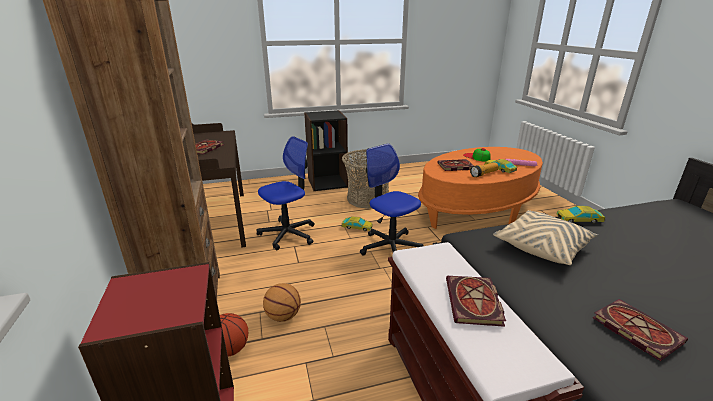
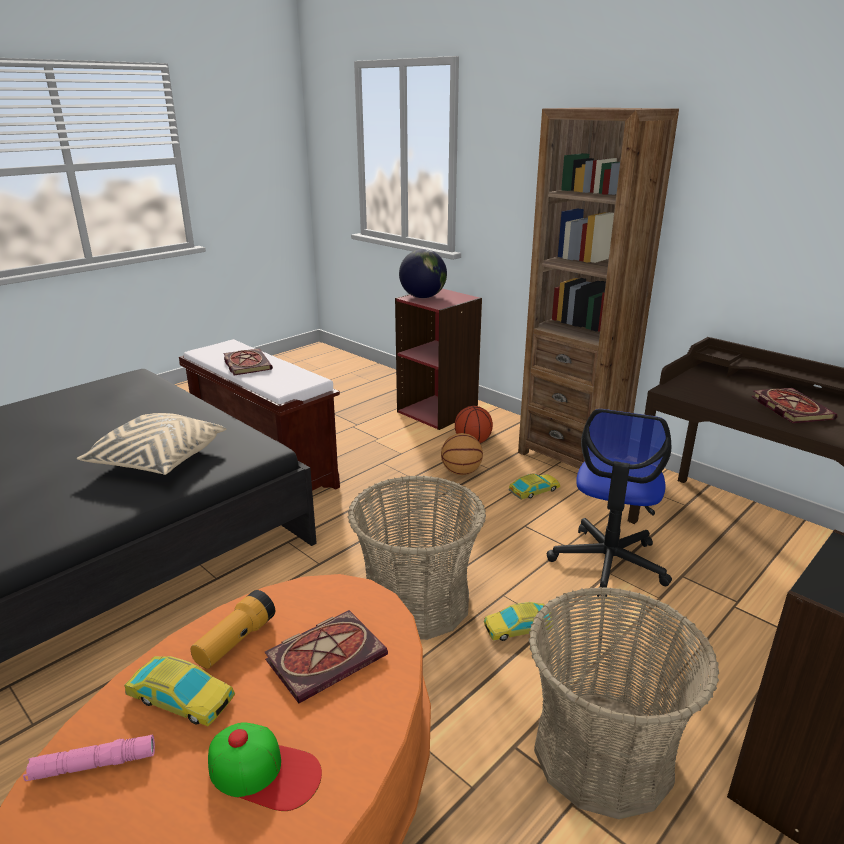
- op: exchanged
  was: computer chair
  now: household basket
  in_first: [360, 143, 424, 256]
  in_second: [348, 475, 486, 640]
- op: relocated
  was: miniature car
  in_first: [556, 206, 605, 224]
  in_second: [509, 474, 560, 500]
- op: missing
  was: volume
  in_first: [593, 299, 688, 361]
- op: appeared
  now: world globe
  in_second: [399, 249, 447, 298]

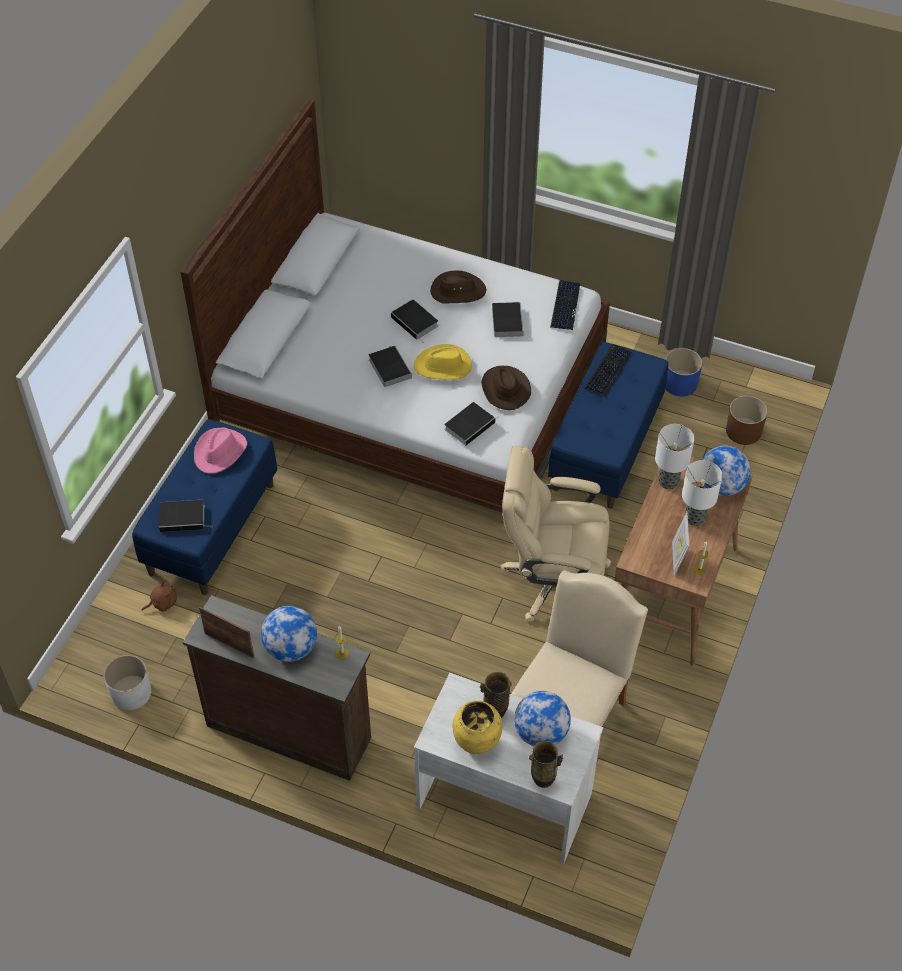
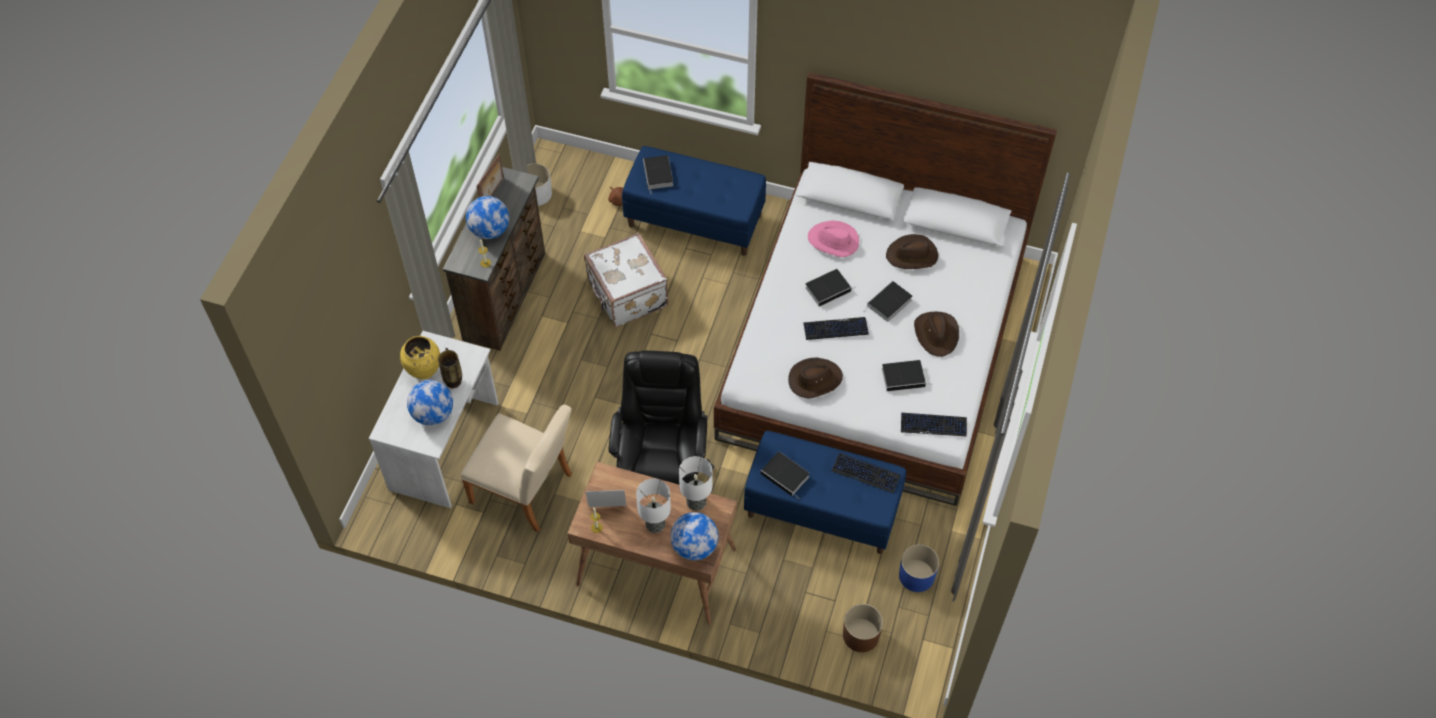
- op: exchanged
  was: hat (yellowish)
  now: computer keyboard
  in_first: [414, 344, 472, 380]
  in_second: [803, 317, 869, 340]
- op: relocated
  was: volume
  in_first: [444, 402, 499, 446]
  in_second: [761, 451, 810, 499]
- op: relocated
  was: hat (pink-coloured)
  in_first: [194, 428, 247, 474]
  in_second: [808, 220, 859, 257]
- op: colour
  was: computer chair (beige)
  now: computer chair (black-coloured)
  in_first: [500, 446, 611, 622]
  in_second: [608, 351, 714, 484]
- op: missing
  was: decorative vase
  in_first: [529, 741, 563, 788]
- op: appeared
  now: suitcase (white-coloured)
  in_second: [584, 233, 668, 327]
- op: appeared
  now: hat (brown)
  in_second: [886, 234, 938, 269]

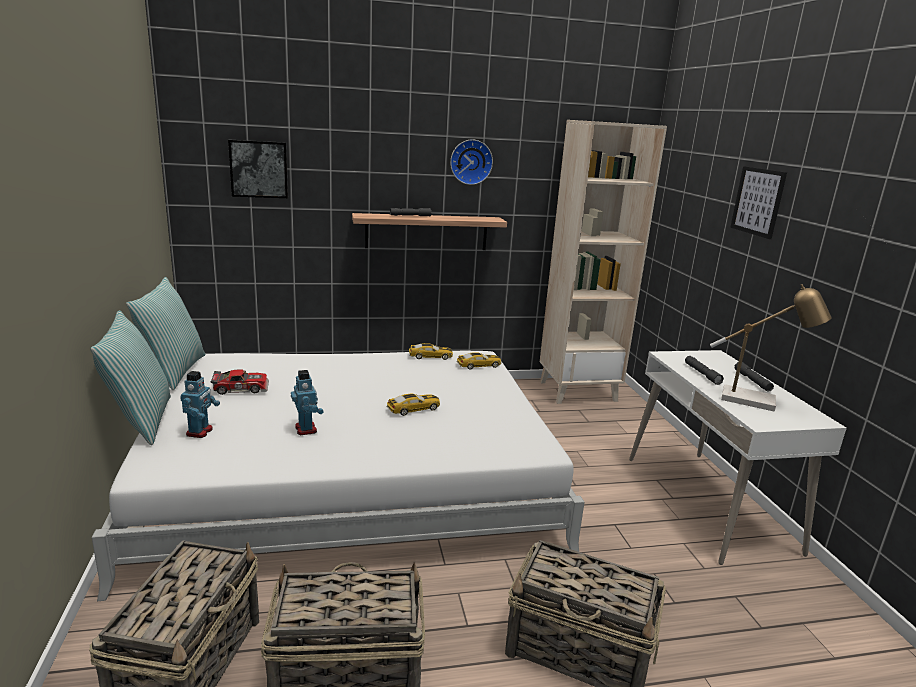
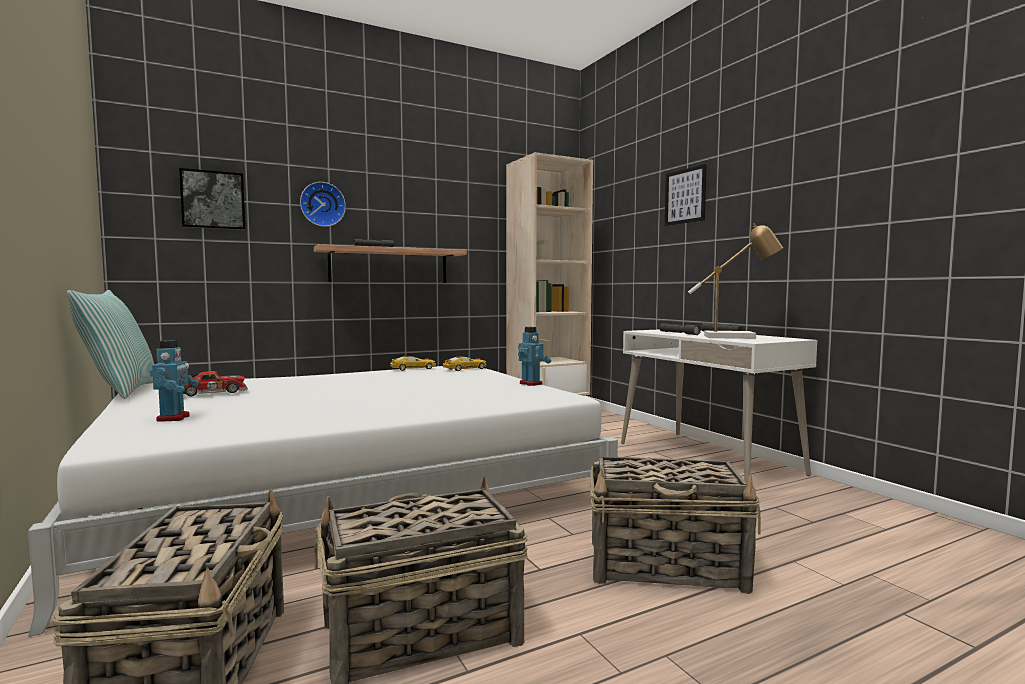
- op: relocated
  was: wall clock
  in_first: [450, 140, 493, 185]
  in_second: [300, 182, 346, 227]
- op: missing
  was: cushion
  in_first: [90, 310, 171, 445]
- op: relocated
  was: toy robot
  in_first: [291, 370, 324, 435]
  in_second: [518, 327, 551, 386]
- op: missing
  was: miniature car
  in_first: [387, 394, 440, 416]

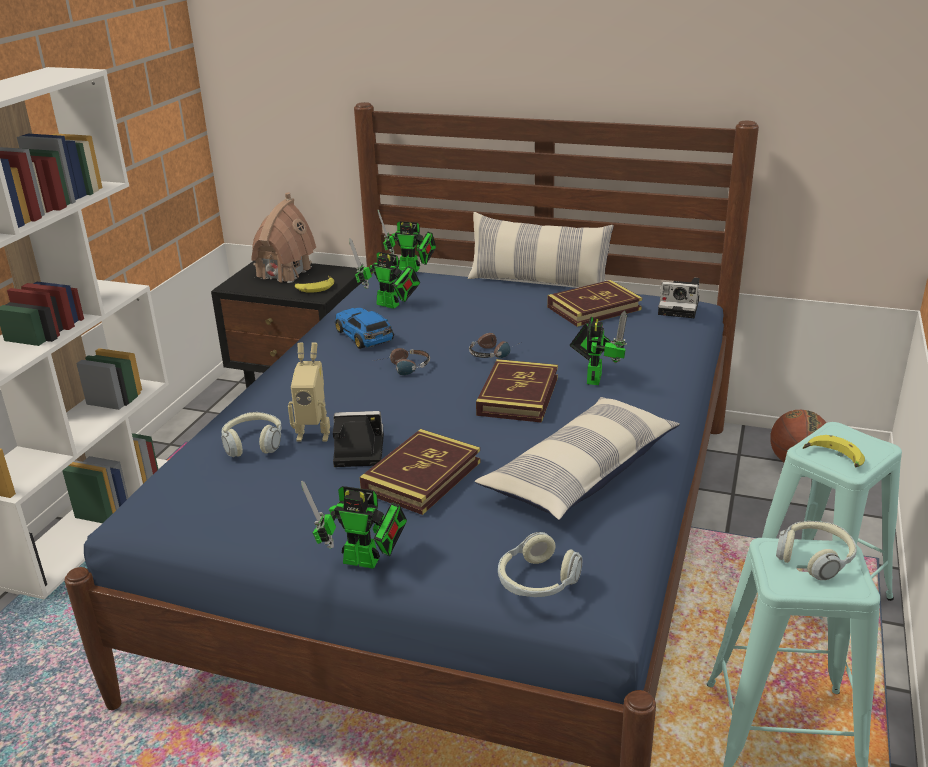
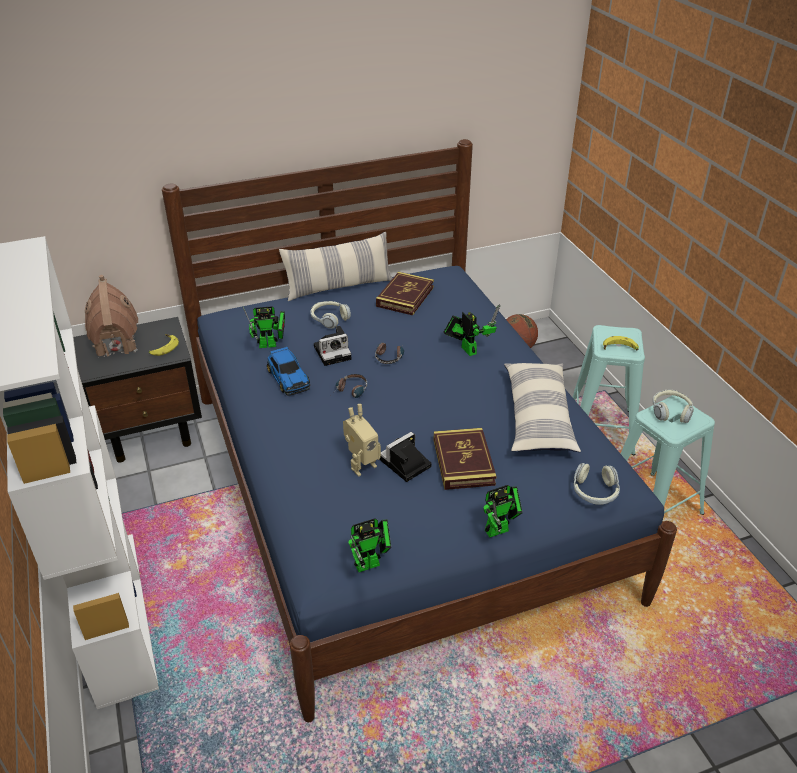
- op: relocated
  was: toy robot
  in_first: [377, 209, 436, 272]
  in_second: [348, 518, 391, 572]
- op: relocated
  was: still camera
  in_first: [658, 278, 700, 318]
  in_second: [314, 326, 351, 366]
- op: spun
  was: miniature car
  in_first: [335, 308, 394, 349]
  in_second: [267, 347, 310, 396]
  clockwise: -135
- op: missing
  was: volume
  in_first: [476, 359, 558, 423]
- op: relocated
  was: headphones
  in_first: [221, 412, 282, 457]
  in_second: [310, 301, 351, 329]

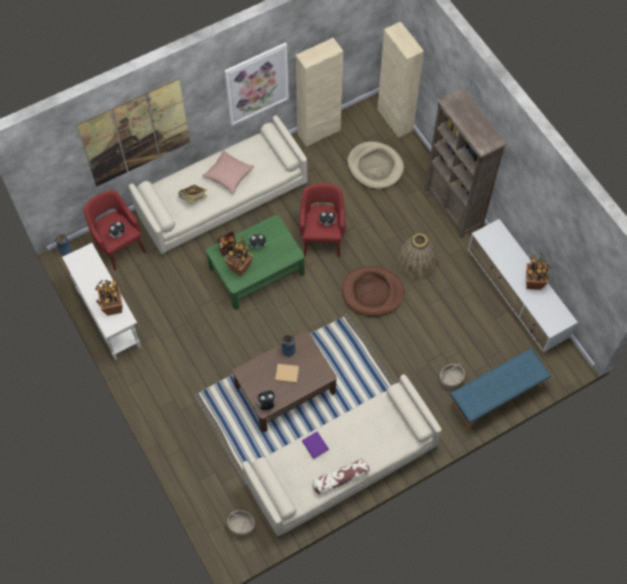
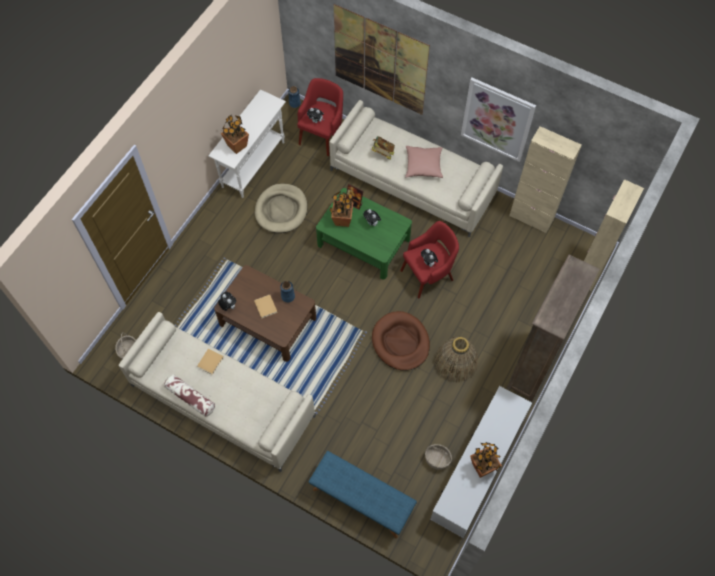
- op: relocated
  was: dog cushion (beige)
  in_first: [347, 141, 404, 189]
  in_second: [255, 183, 307, 233]
- op: relocated
  was: household basket
  in_first: [440, 363, 465, 389]
  in_second: [425, 444, 452, 470]
- op: colour
  was: volume (purplish)
  now: volume (beige)
  in_first: [302, 431, 329, 459]
  in_second: [197, 348, 224, 375]

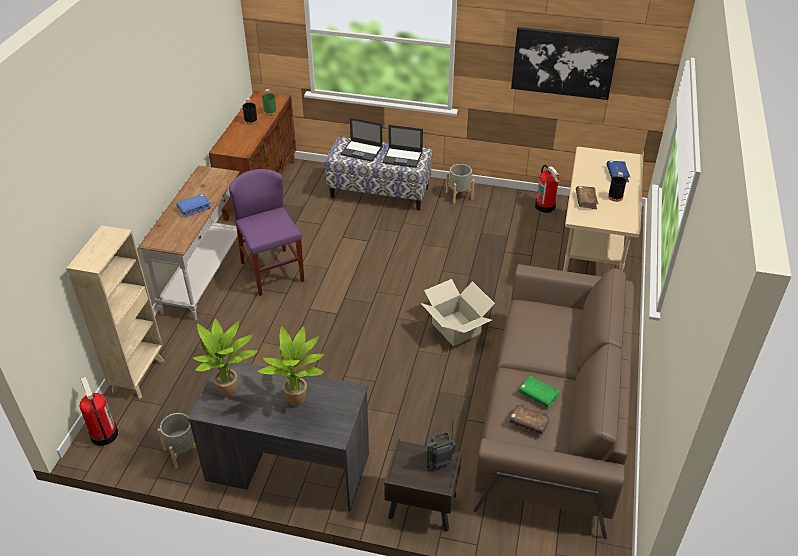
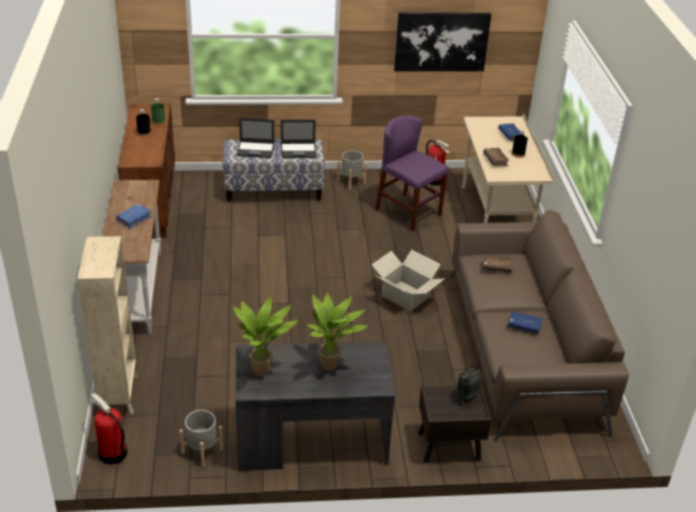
- op: relocated
  was: chair (purplish)
  in_first: [229, 169, 304, 296]
  in_second: [375, 115, 449, 231]
- op: colour
  was: volume (greenish)
  now: volume (bluish)
  in_first: [519, 375, 560, 408]
  in_second: [508, 311, 543, 334]
- op: relocated
  was: volume (brown)
  in_first: [509, 403, 551, 435]
  in_second: [483, 255, 513, 273]

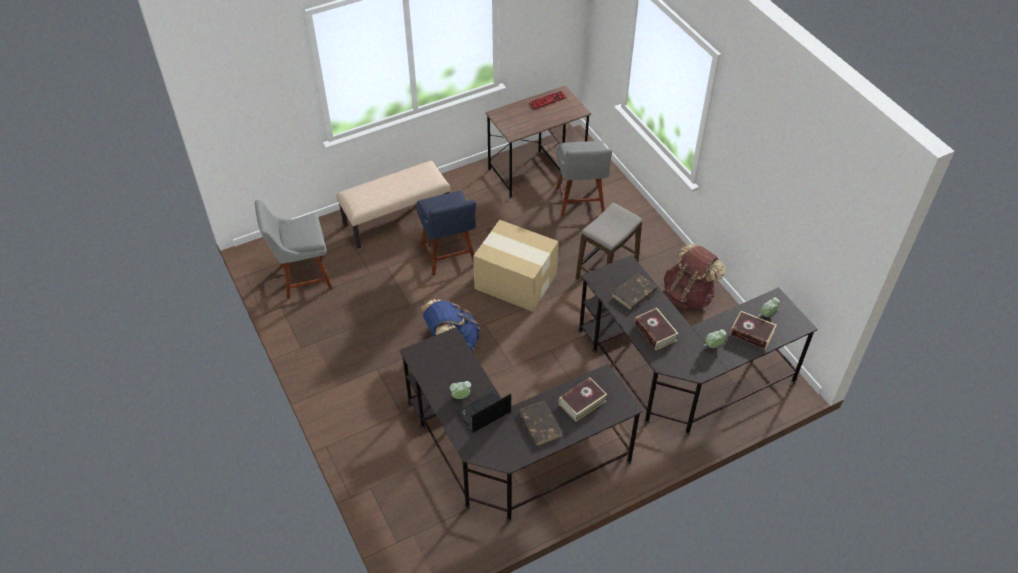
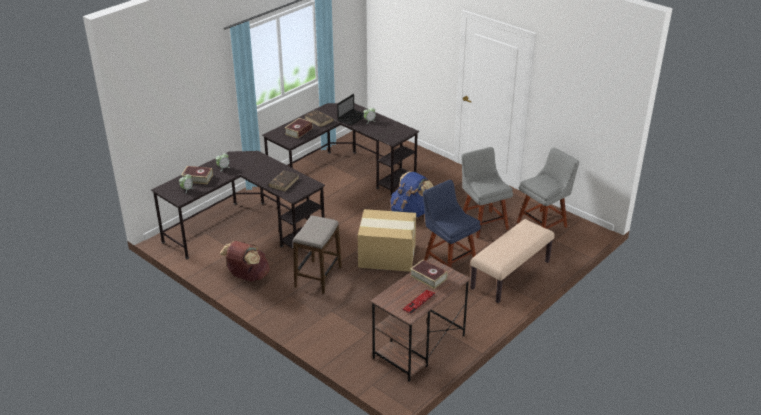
- op: relocated
  was: chair (greyish)
  in_first: [556, 141, 612, 217]
  in_second: [461, 147, 513, 238]
- op: relocated
  was: volume
  in_first: [635, 308, 679, 350]
  in_second: [410, 259, 448, 289]

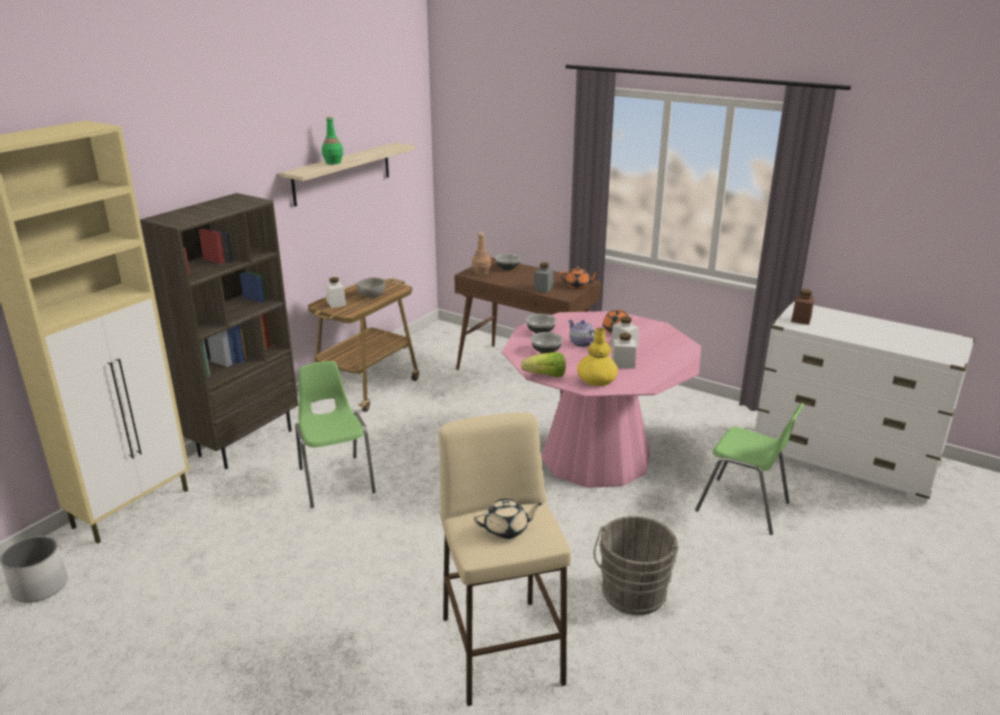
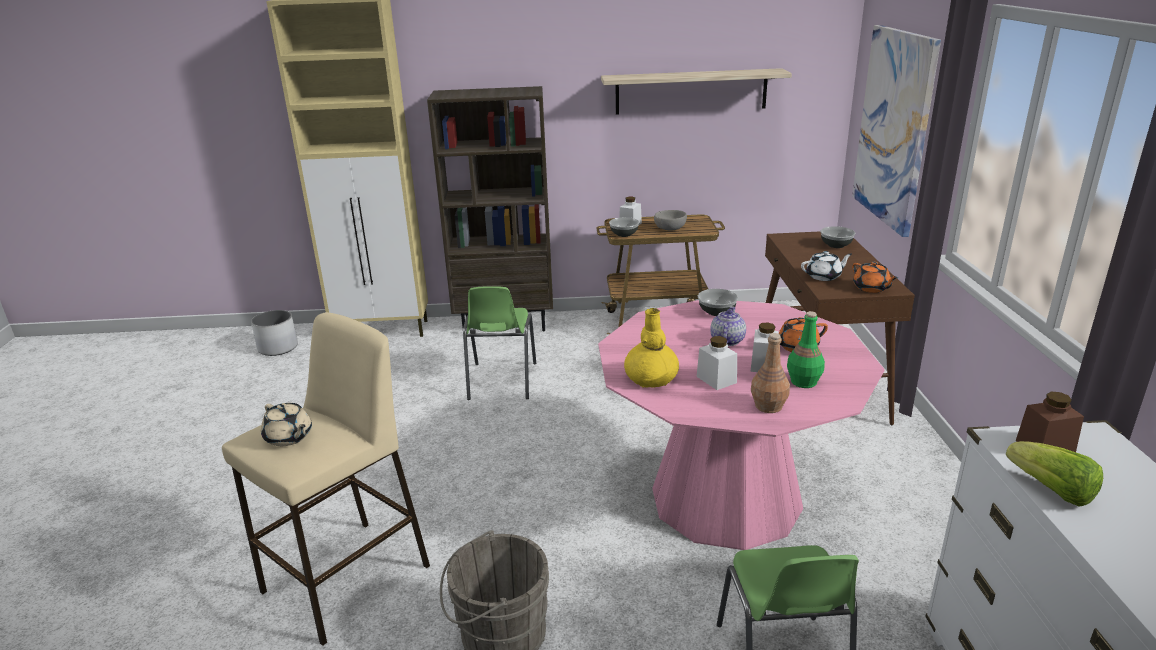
- op: relocated
  was: bottle (greenish)
  in_first: [322, 116, 343, 165]
  in_second: [787, 311, 825, 388]
- op: relocated
  was: bottle (brown)
  in_first: [472, 232, 491, 275]
  in_second: [751, 333, 790, 413]
- op: exchanged
  was: jar (greyish)
  now: pot for tea (white-coloured)
  in_first: [534, 262, 554, 293]
  in_second: [801, 251, 852, 281]
- op: relocated
  was: deep dish
  in_first: [531, 332, 563, 354]
  in_second: [609, 217, 639, 237]
- op: relocated
  was: lettuce head
  in_first: [521, 352, 566, 377]
  in_second: [1006, 441, 1103, 507]
- op: spun
  was: chair (greenish)
  in_first: [295, 361, 376, 508]
  in_second: [463, 286, 536, 400]
  clockwise: 150
- op: appeared
  now: picture
  in_second: [852, 25, 941, 237]

